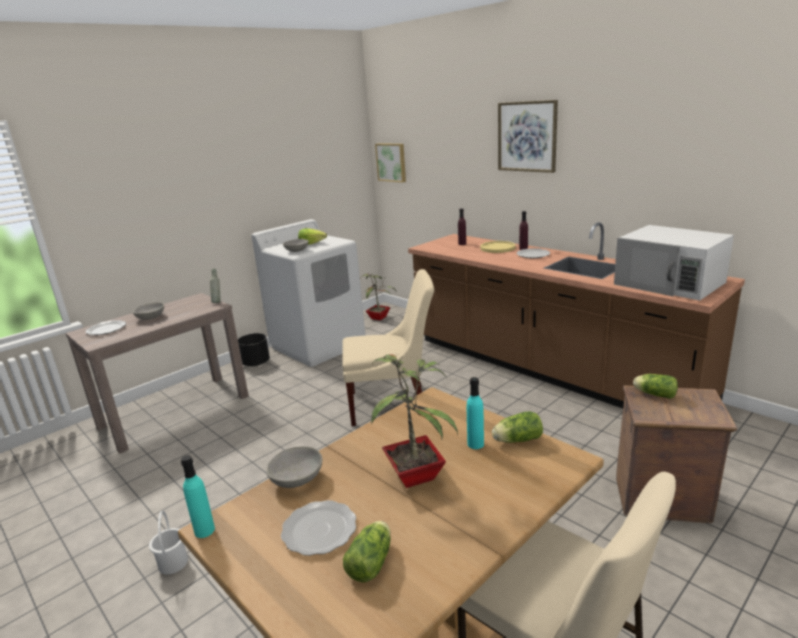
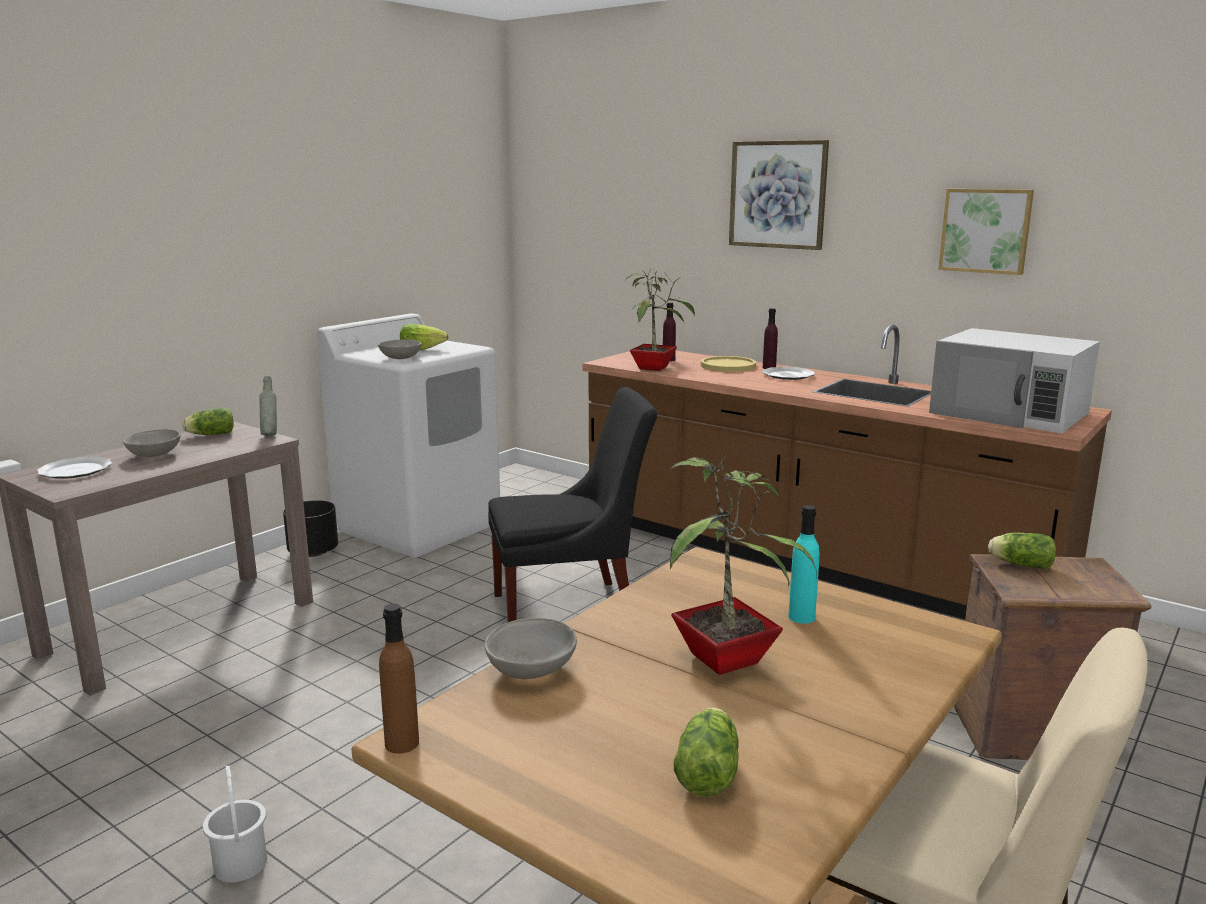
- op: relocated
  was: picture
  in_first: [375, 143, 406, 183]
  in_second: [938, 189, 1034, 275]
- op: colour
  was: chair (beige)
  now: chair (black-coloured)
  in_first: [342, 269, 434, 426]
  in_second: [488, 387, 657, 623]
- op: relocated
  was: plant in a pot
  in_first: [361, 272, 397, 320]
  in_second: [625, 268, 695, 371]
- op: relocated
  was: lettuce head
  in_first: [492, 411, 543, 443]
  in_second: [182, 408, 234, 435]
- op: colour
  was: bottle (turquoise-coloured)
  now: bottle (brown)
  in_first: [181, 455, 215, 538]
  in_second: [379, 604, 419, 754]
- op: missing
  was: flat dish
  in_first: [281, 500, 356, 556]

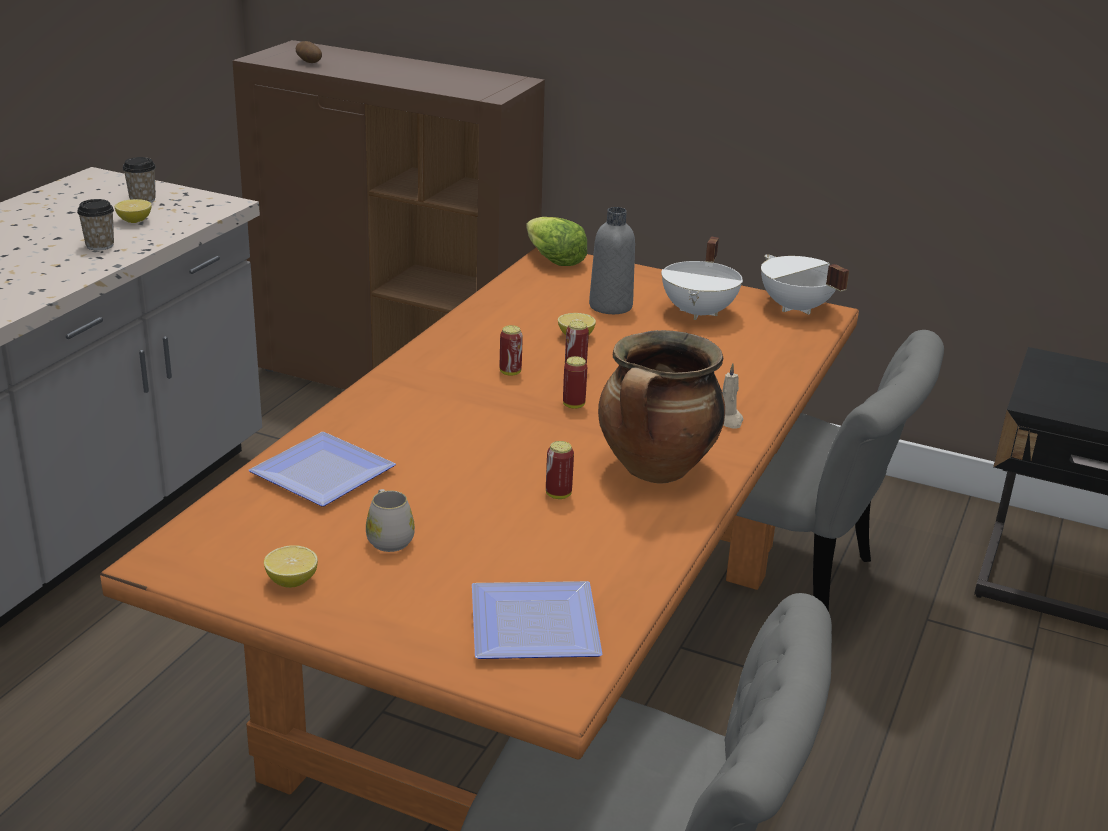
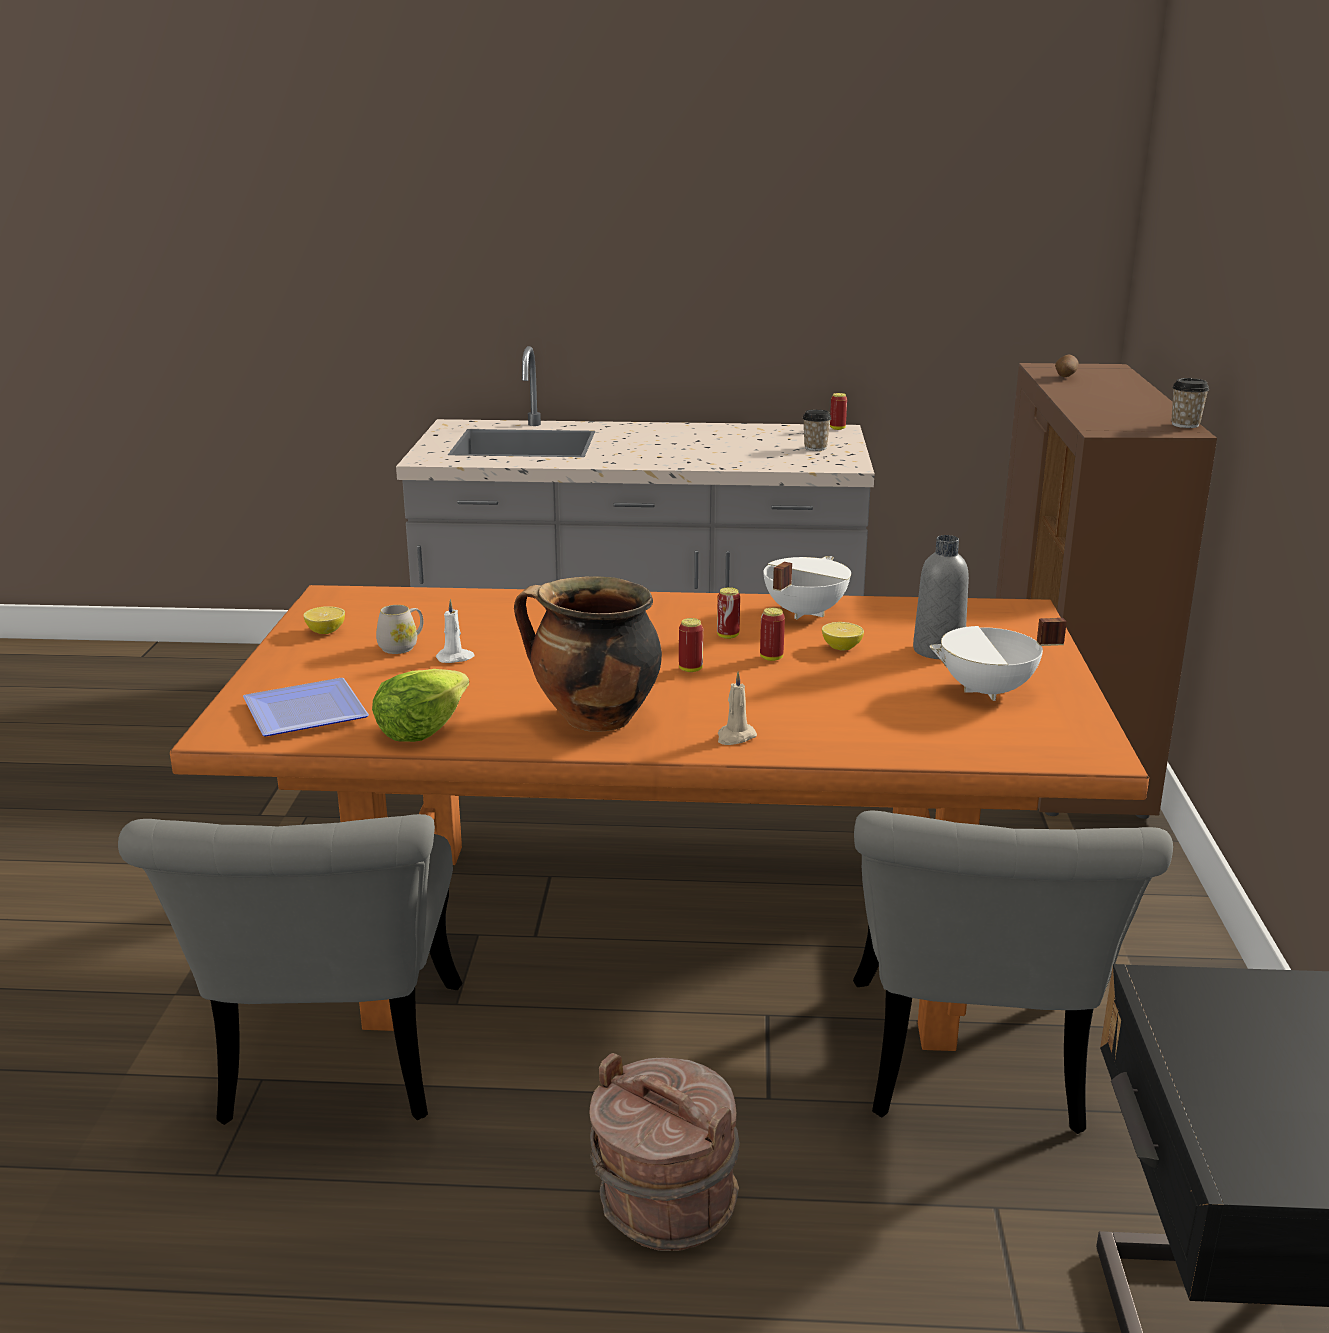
- op: relocated
  was: cup
  in_first: [77, 199, 114, 251]
  in_second: [1171, 378, 1209, 428]
- op: missing
  was: citrus fruit
  in_first: [115, 199, 152, 223]
- op: relocated
  was: lettuce head
  in_first: [526, 217, 588, 266]
  in_second: [372, 669, 469, 742]
- op: relocated
  was: saucepot (white-coloured)
  in_first: [761, 254, 849, 315]
  in_second: [763, 556, 851, 619]
- op: missing
  was: flat dish
  in_first: [248, 432, 396, 506]
- op: relocated
  was: can
  in_first: [546, 441, 574, 499]
  in_second: [830, 393, 847, 430]
- op: appeared
  now: candle (white-coloured)
  in_second: [436, 599, 475, 663]
- op: appeared
  now: water bucket (brown)
  in_second: [589, 1053, 740, 1251]

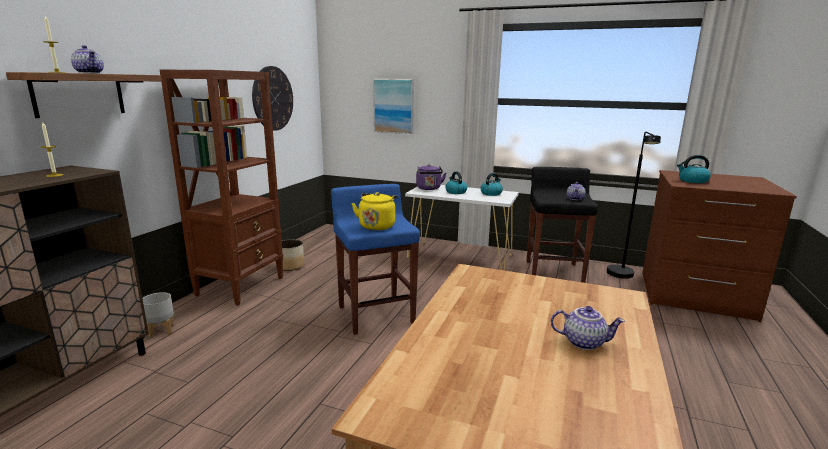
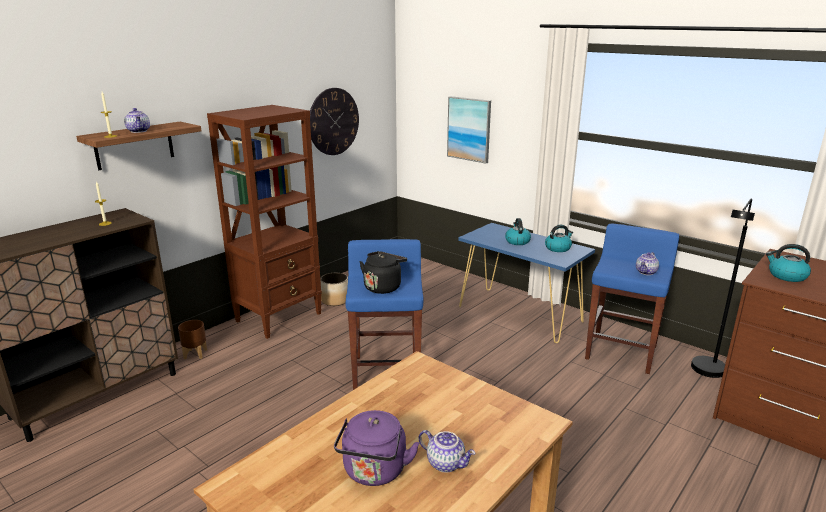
- op: relocated
  was: tea kettle (purplish)
  in_first: [416, 164, 446, 190]
  in_second: [334, 410, 419, 486]
- op: colour
  was: stool seat (black-coloured)
  now: stool seat (bluish)
  in_first: [526, 167, 598, 283]
  in_second: [585, 224, 679, 374]
- op: colour
  was: hall table (white-coloured)
  now: hall table (bluish)
  in_first: [405, 185, 519, 271]
  in_second: [458, 223, 595, 343]
- op: colour
  was: tea kettle (yellowish)
  now: tea kettle (black-coloured)
  in_first: [352, 192, 398, 230]
  in_second: [360, 251, 407, 294]
- op: colour
  was: flower pot (greyish)
  now: flower pot (brown)
  in_first: [142, 292, 174, 338]
  in_second: [178, 320, 207, 359]

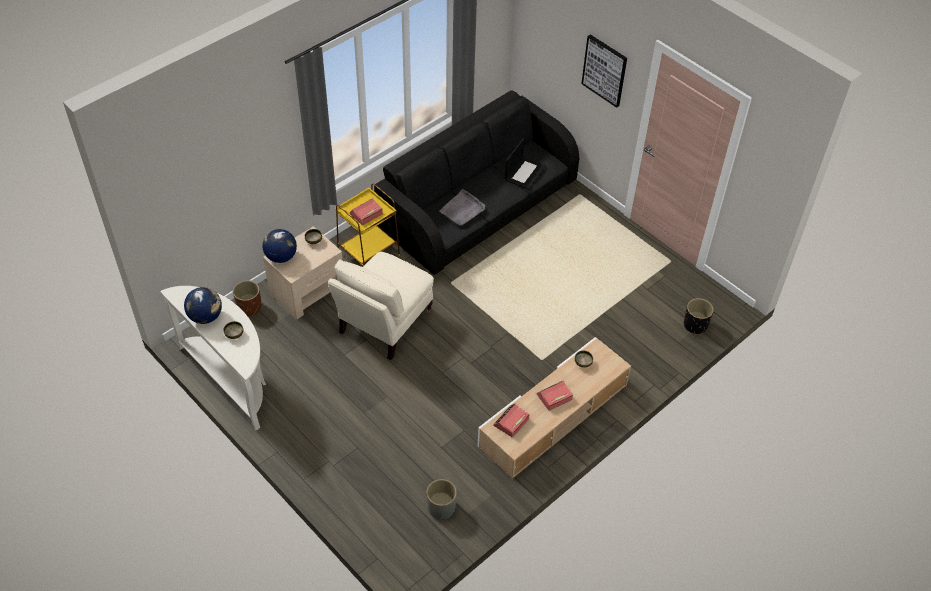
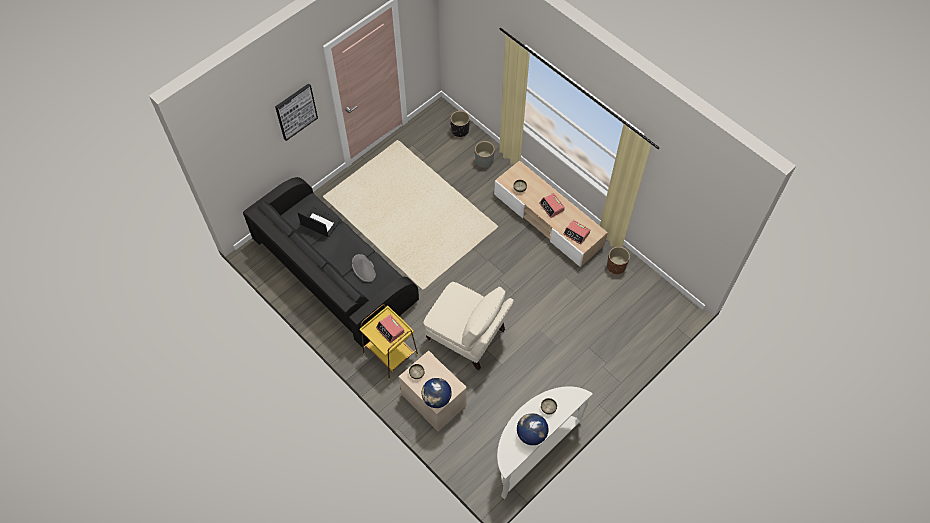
- op: exchanged
  was: serving tray (greyish)
  now: hat (greyish)
  in_first: [439, 189, 485, 226]
  in_second: [352, 254, 376, 282]
- op: relocated
  was: flower pot (brown)
  in_first: [233, 280, 262, 316]
  in_second: [607, 247, 630, 274]
- op: relocated
  was: flower pot (greyish)
  in_first: [427, 479, 457, 519]
  in_second: [475, 141, 495, 168]

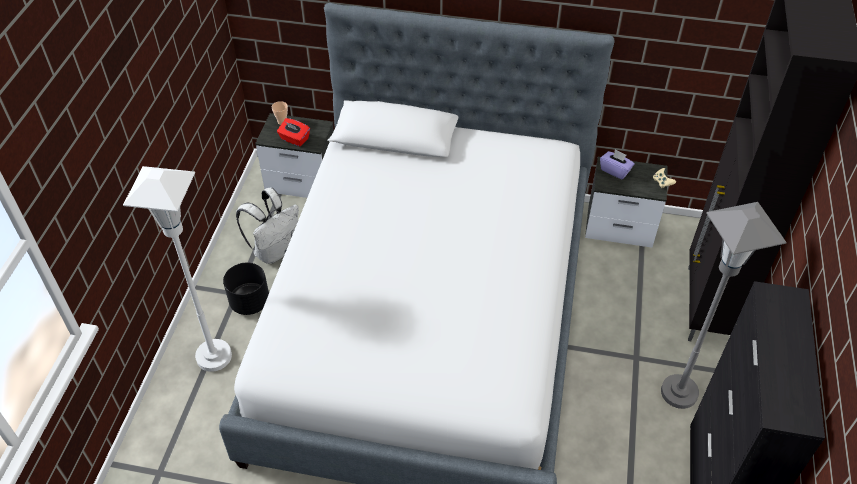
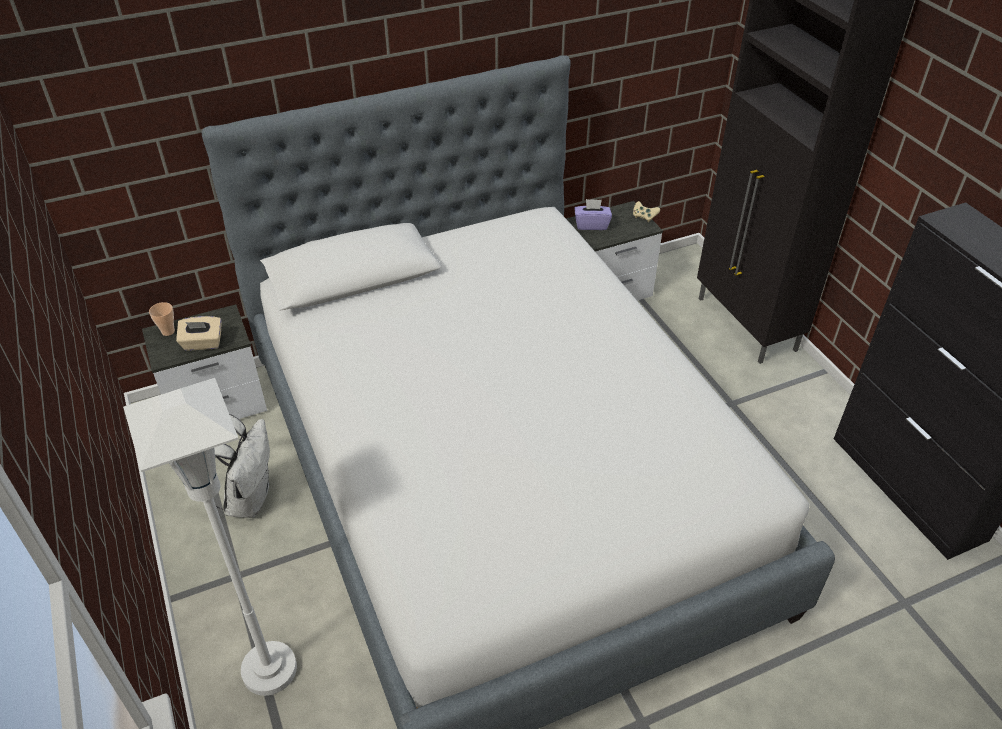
- op: colour
  was: box of tissues (red)
  now: box of tissues (beige)
  in_first: [277, 118, 310, 147]
  in_second: [176, 316, 221, 351]
- op: missing
  was: standard lamp (greyish)
  in_first: [661, 202, 787, 409]
- op: missing
  was: flower pot (black-coloured)
  in_first: [223, 263, 269, 315]

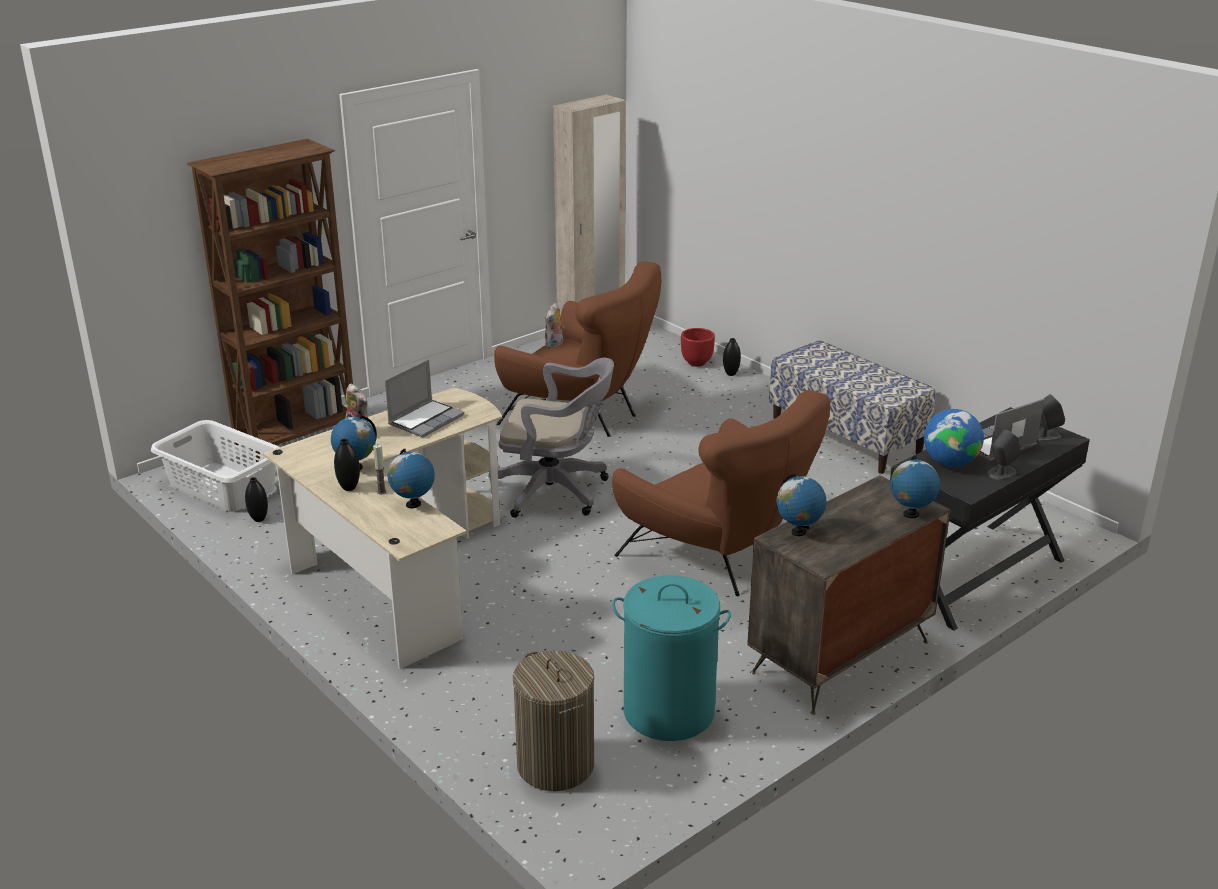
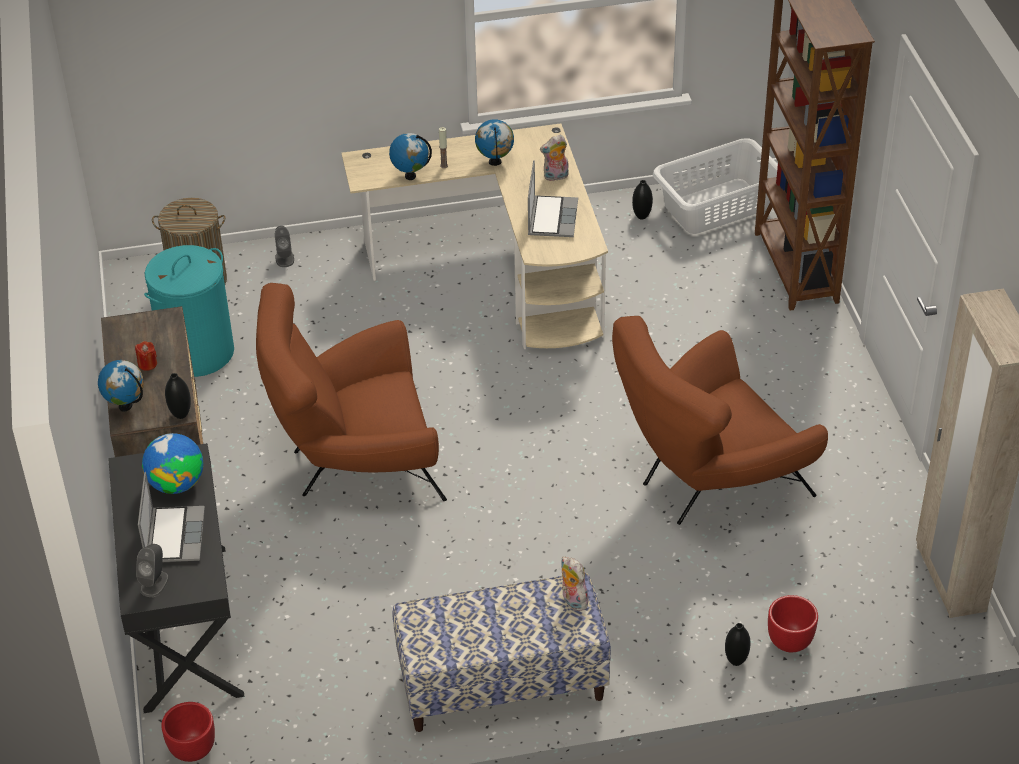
- op: relocated
  was: plush toy
  in_first: [545, 303, 564, 348]
  in_second: [561, 556, 588, 611]
- op: missing
  was: computer chair (greyish)
  in_first: [489, 358, 614, 518]
- op: spun
  was: notebook computer
  in_first: [385, 359, 465, 438]
  in_second: [528, 160, 578, 237]
  clockwise: -150
- op: relocated
  was: audio speaker (greyish)
  in_first: [987, 430, 1021, 480]
  in_second: [275, 226, 294, 267]
- op: relocated
  was: decorative vase (black-coloured)
  in_first: [334, 439, 360, 491]
  in_second: [165, 373, 191, 419]
- op: missing
  was: world globe
  in_first: [776, 473, 827, 536]
- op: appeared
  now: candle (red)
  in_second: [135, 341, 157, 371]
- op: appeared
  now: flower pot (red)
  in_second: [161, 702, 215, 762]

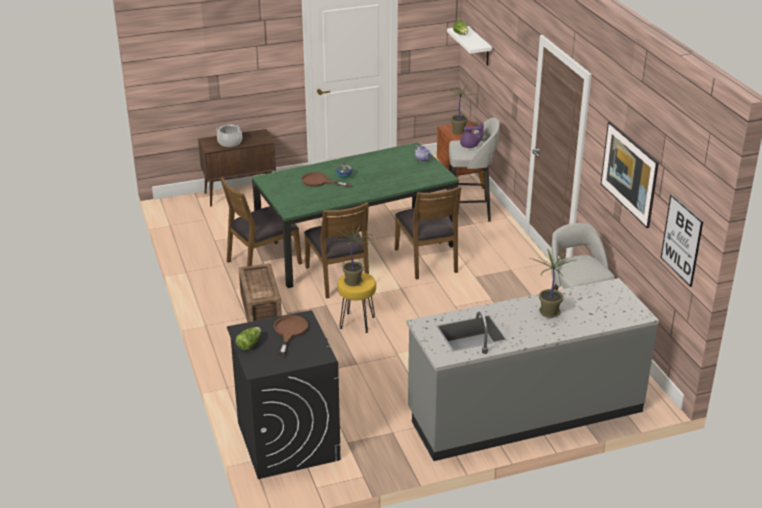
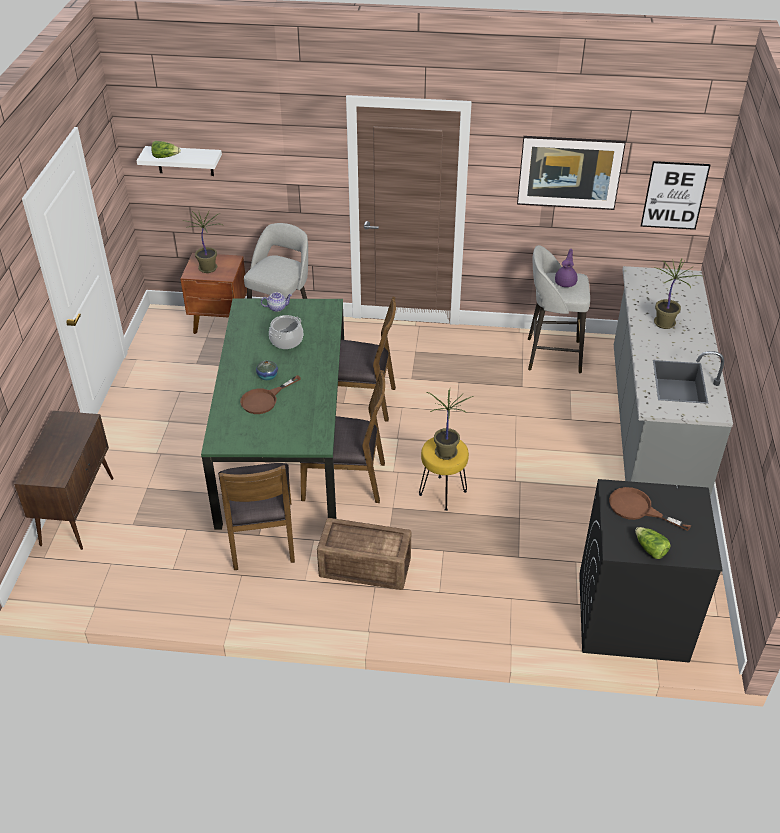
- op: relocated
  was: pot for tea (purplish)
  in_first: [460, 123, 484, 148]
  in_second: [555, 249, 578, 287]
- op: relocated
  was: saucepot
  in_first: [216, 124, 242, 147]
  in_second: [269, 315, 303, 349]

